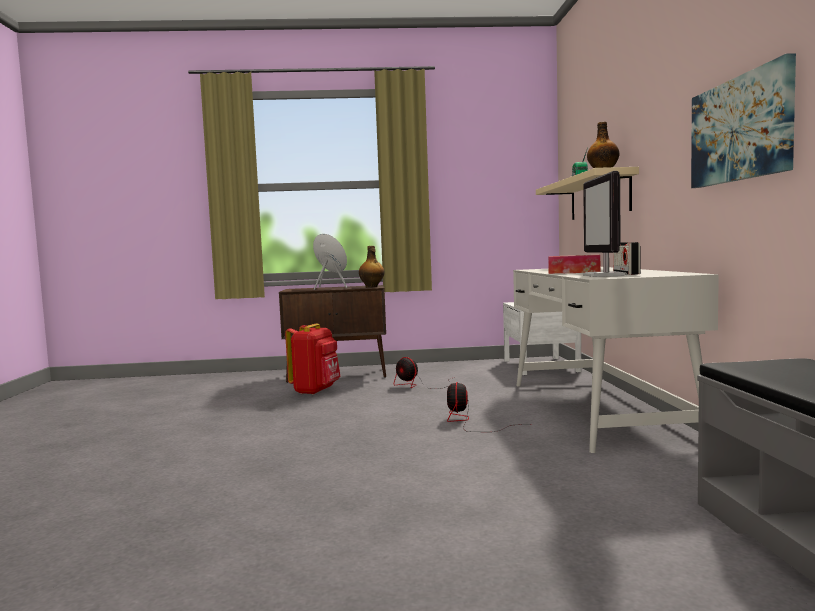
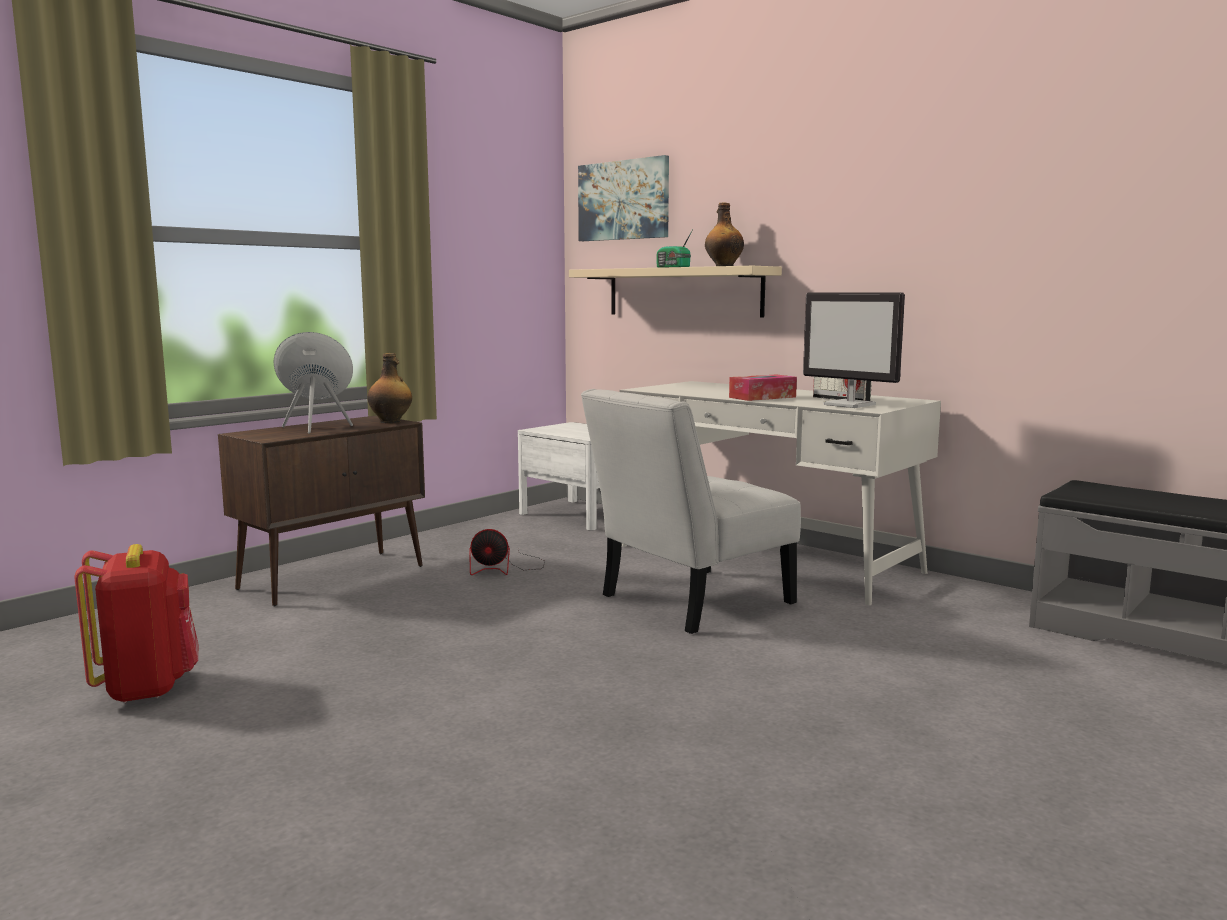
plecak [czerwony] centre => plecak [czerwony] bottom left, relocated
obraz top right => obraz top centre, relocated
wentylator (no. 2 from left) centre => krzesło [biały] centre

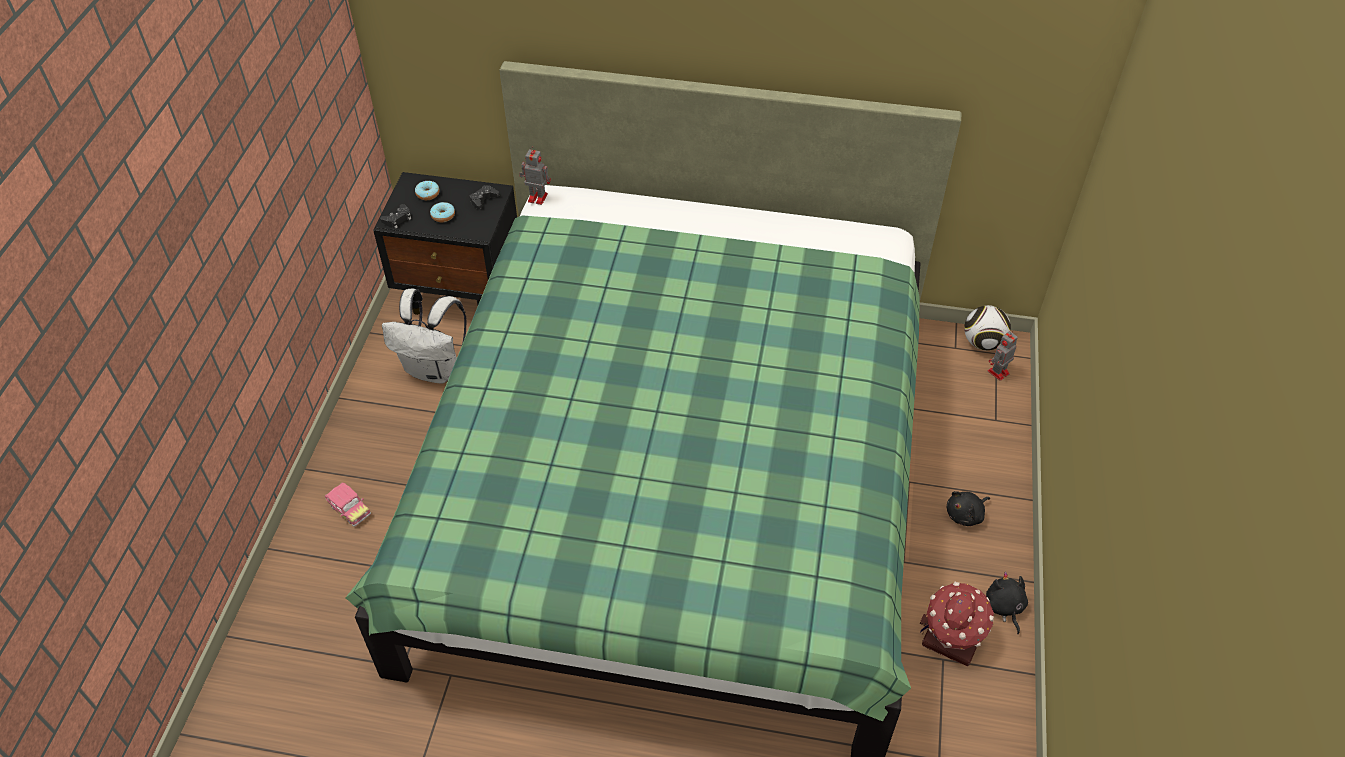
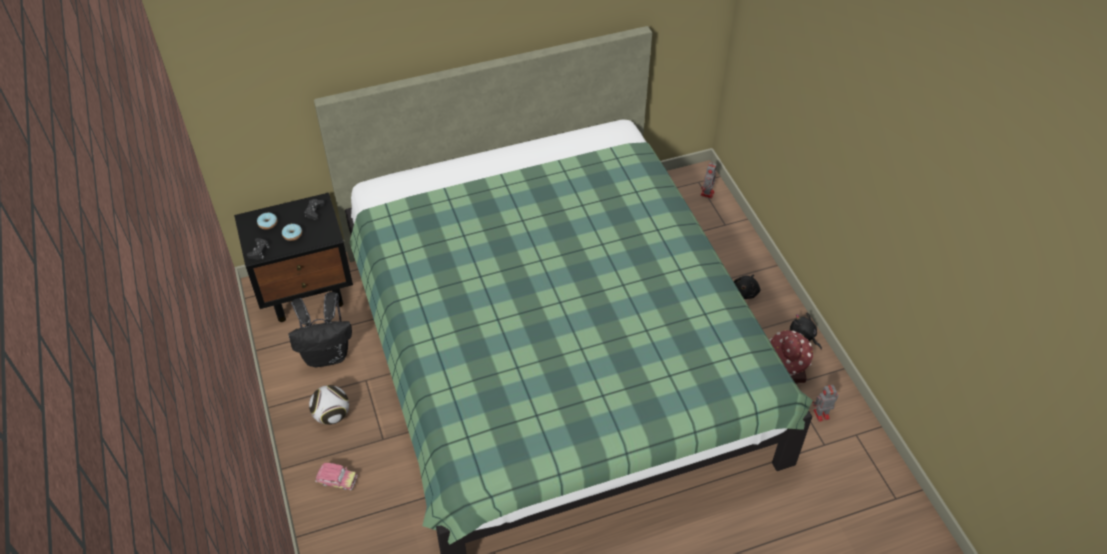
plecak [biały] middle left => plecak [czarny] middle left
piłka futbolowa middle right => piłka futbolowa bottom left, relocated
robot zabawkowy (no. 1 from left in the first image) top centre => robot zabawkowy (no. 2 from left) bottom right, relocated

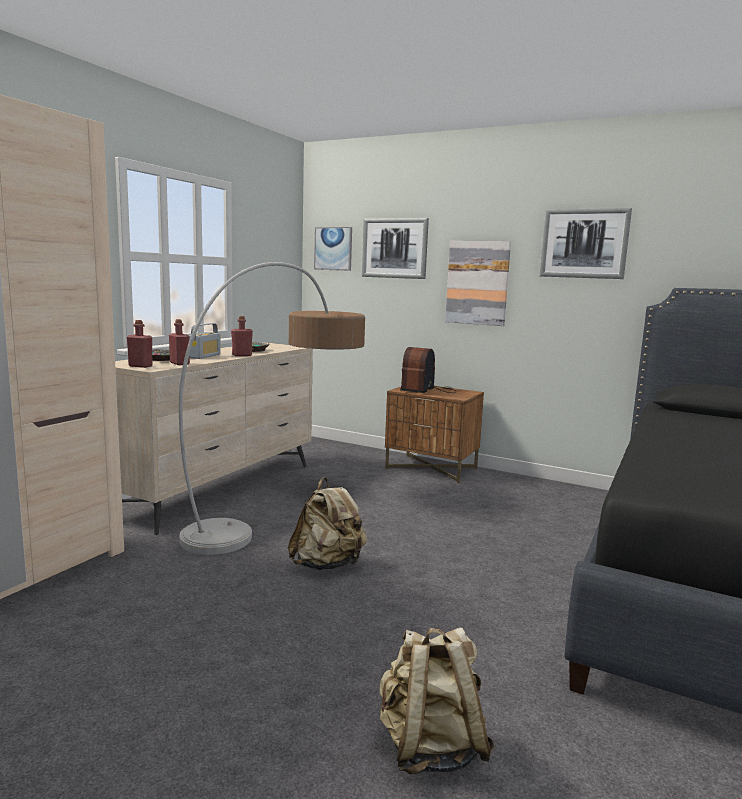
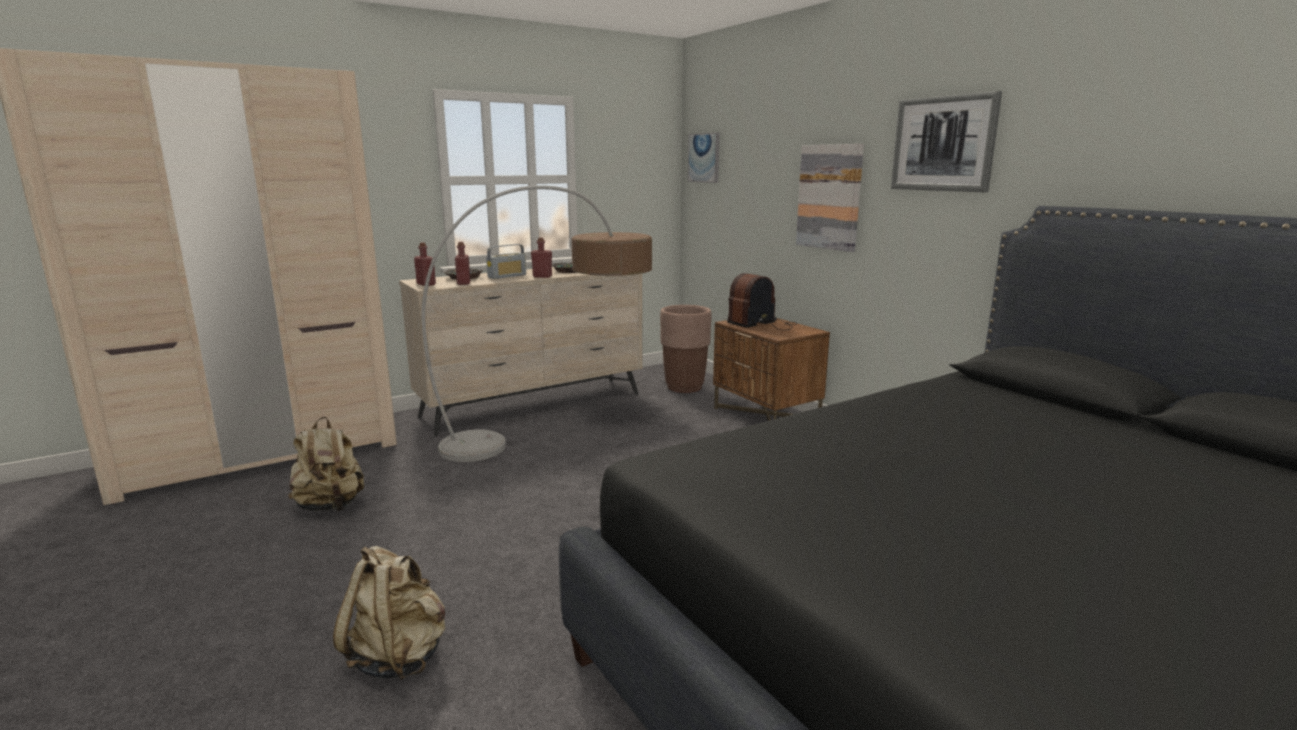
plecak [beżowy] (no. 1 from left) centre => plecak [beżowy] (no. 1 from left) middle left, relocated
nothing => donica [brązowy] centre
obraz (no. 2 from left) top centre => nothing

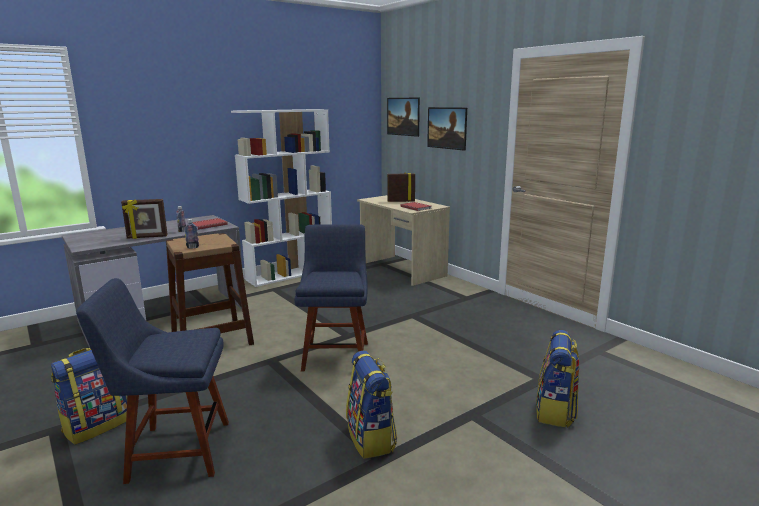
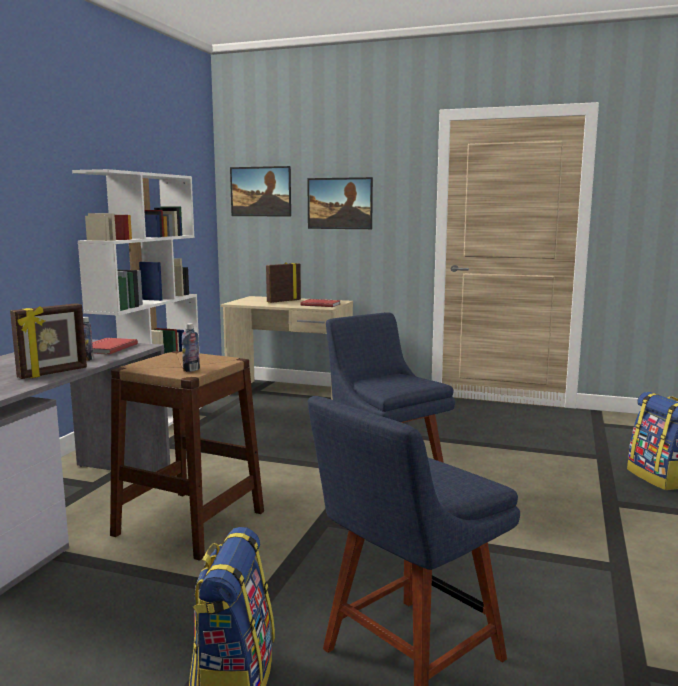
plecak (no. 2 from left) bottom centre => nothing

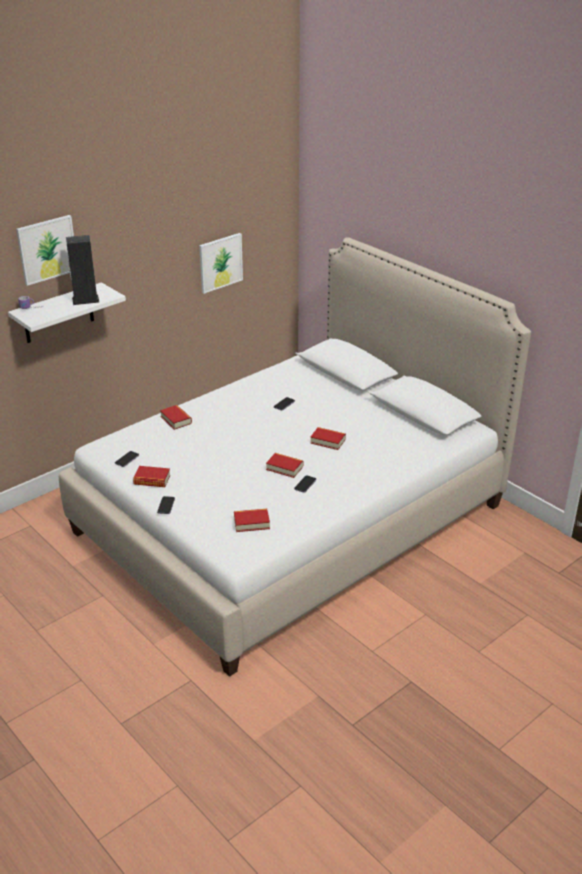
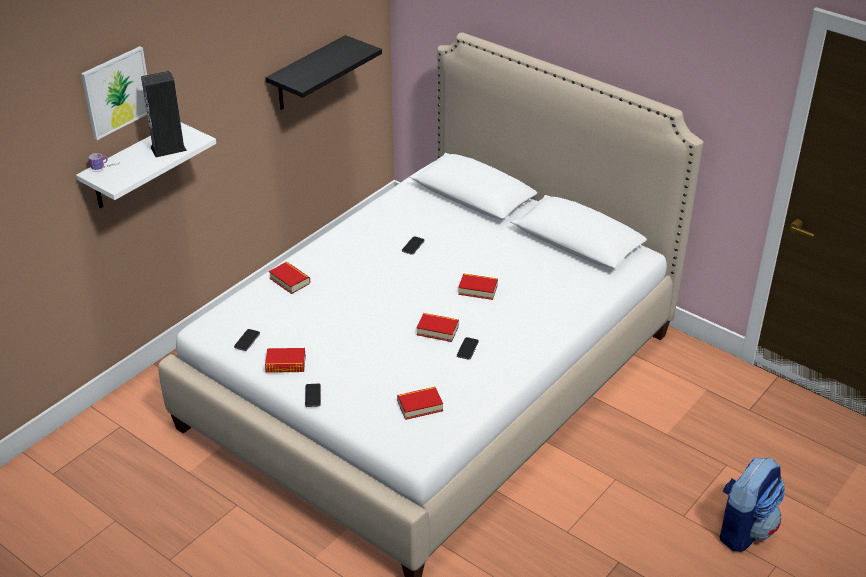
obraz (no. 2 from left) top centre => półka [czarny] top centre
nothing => plecak bottom right

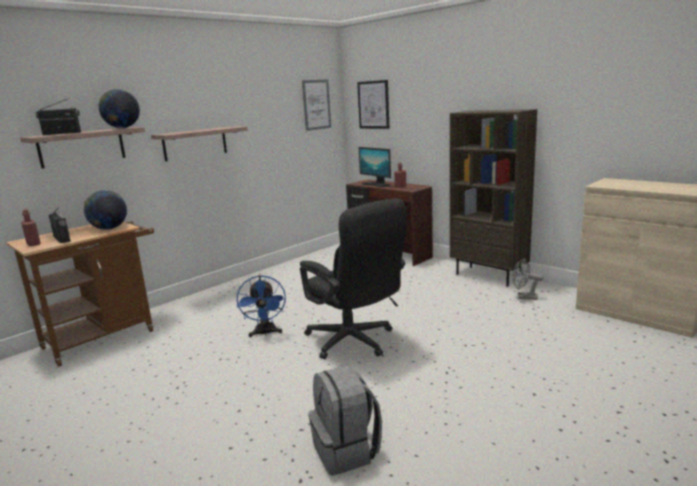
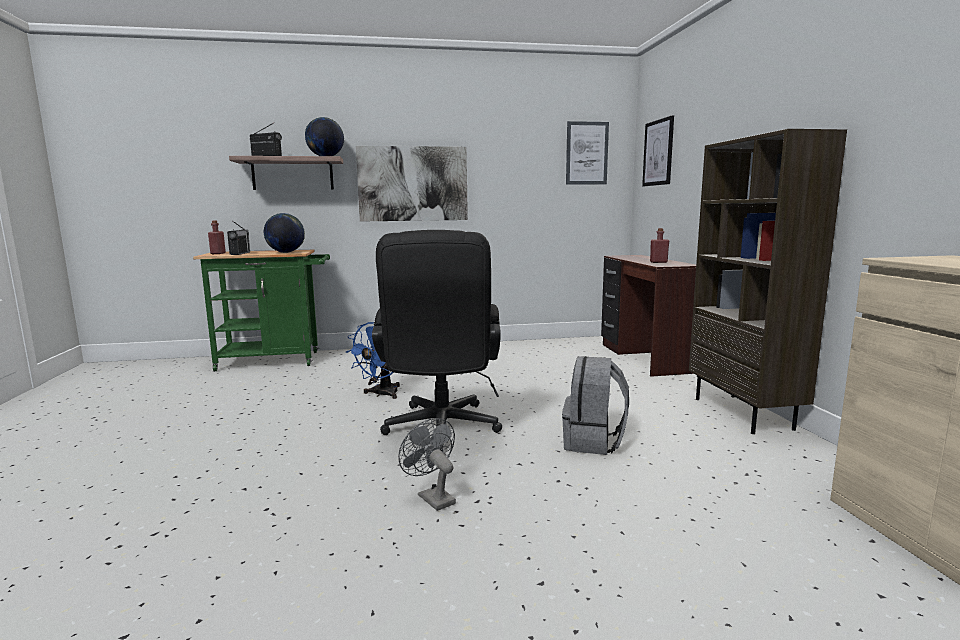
wózek [brązowy] middle left => wózek [zielony] middle left
półka (no. 2 from left) top left => obraz (no. 1 from left) top centre
wentylator [szary] middle right => wentylator [szary] bottom centre, relocated
plecak [szary] bottom centre => plecak [szary] centre, relocated
monitor centre => nothing

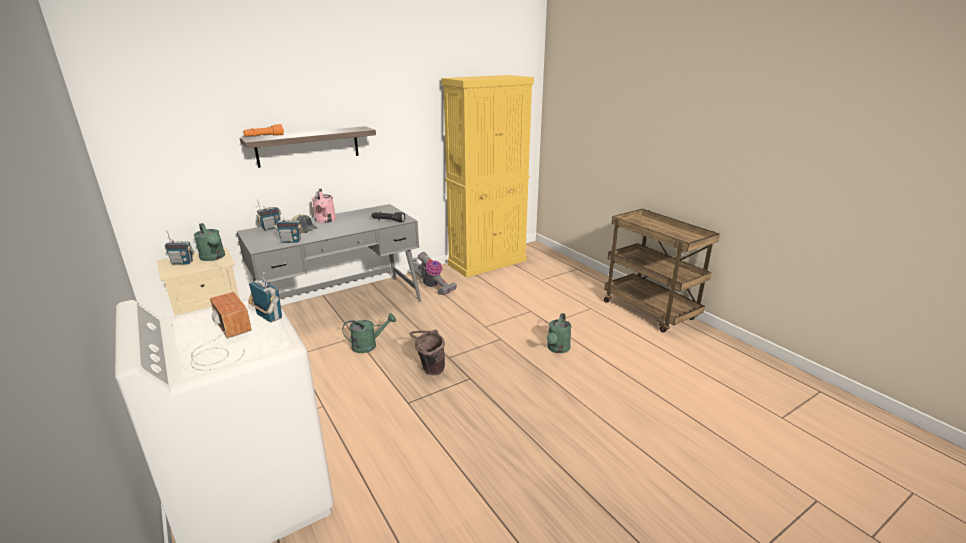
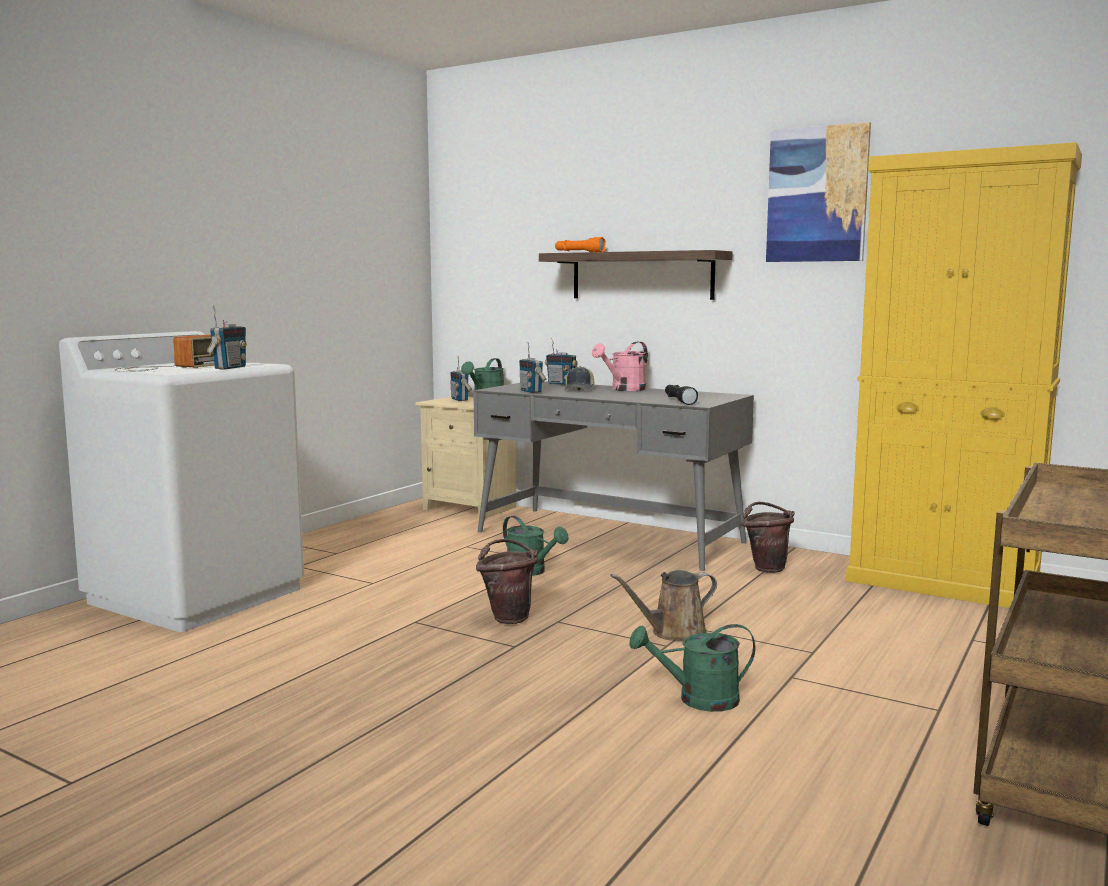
nothing => konewka [brązowy] bottom centre
odkurzacz centre => wiadro [brązowy] (no. 2 from left) middle right
nothing => obraz top right

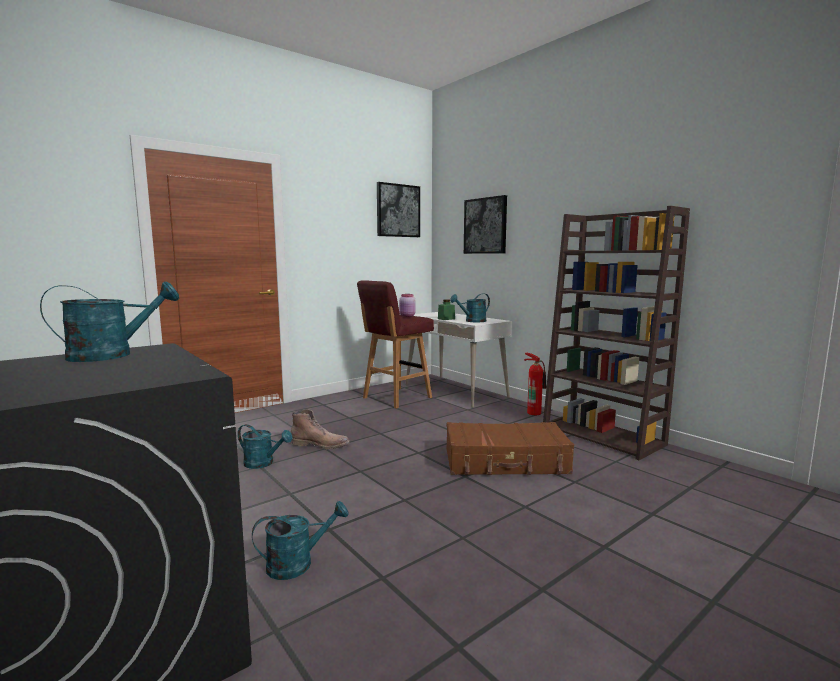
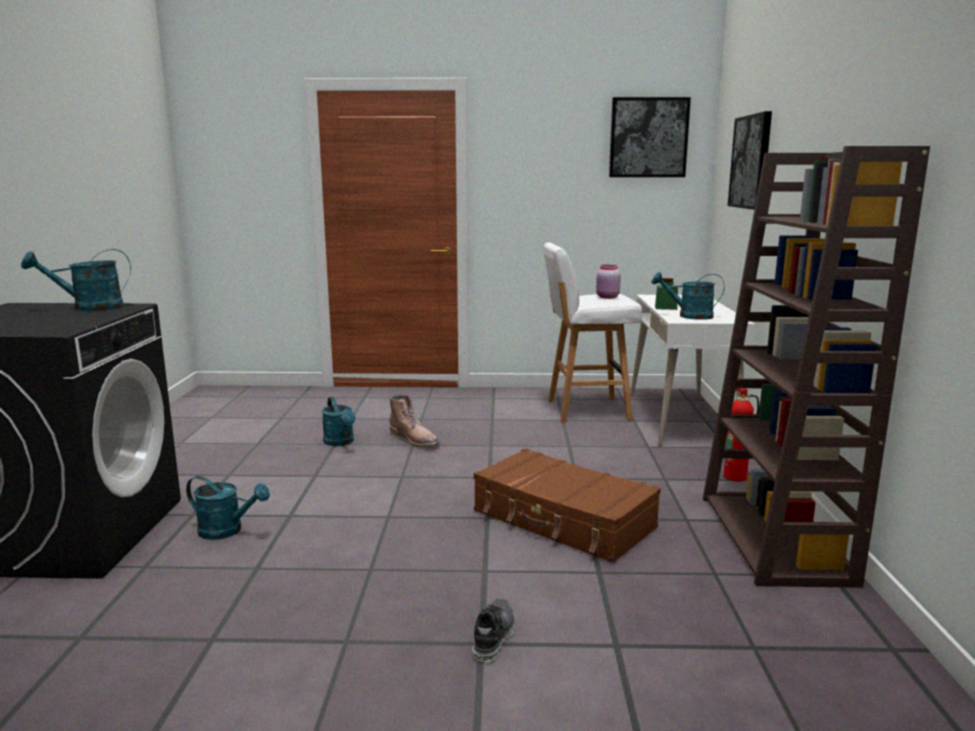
konewka [turkusowy] (no. 1 from left) middle left, 150 degrees clockwise
nothing => but bottom centre
stołek [czerwony] centre => stołek [biały] centre

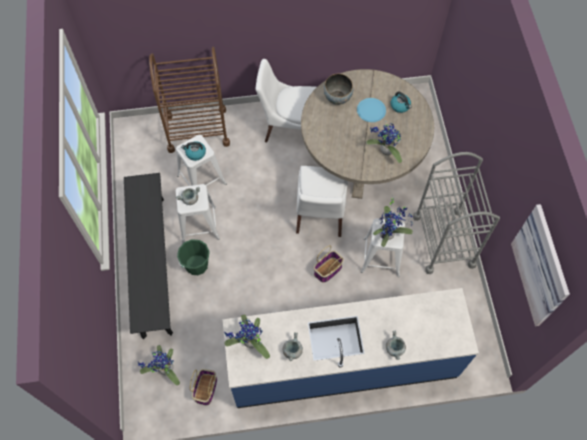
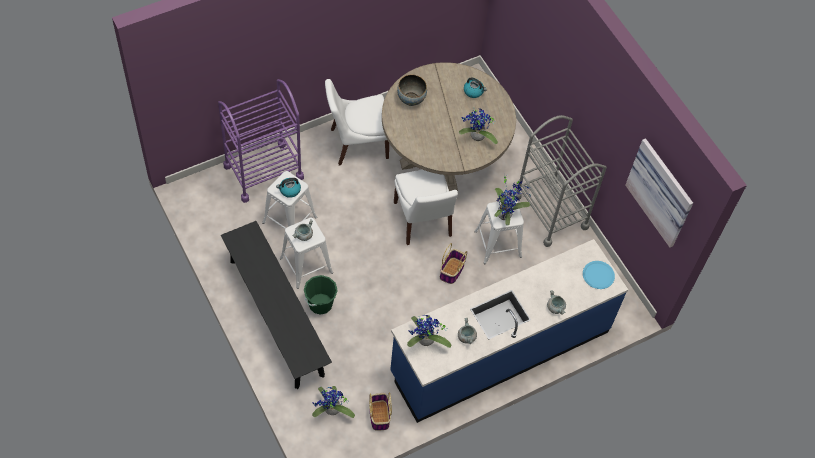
wózek [brązowy] top left => wózek [fioletowy] top left
talerz [niebieski] top centre => talerz [niebieski] middle right, relocated

